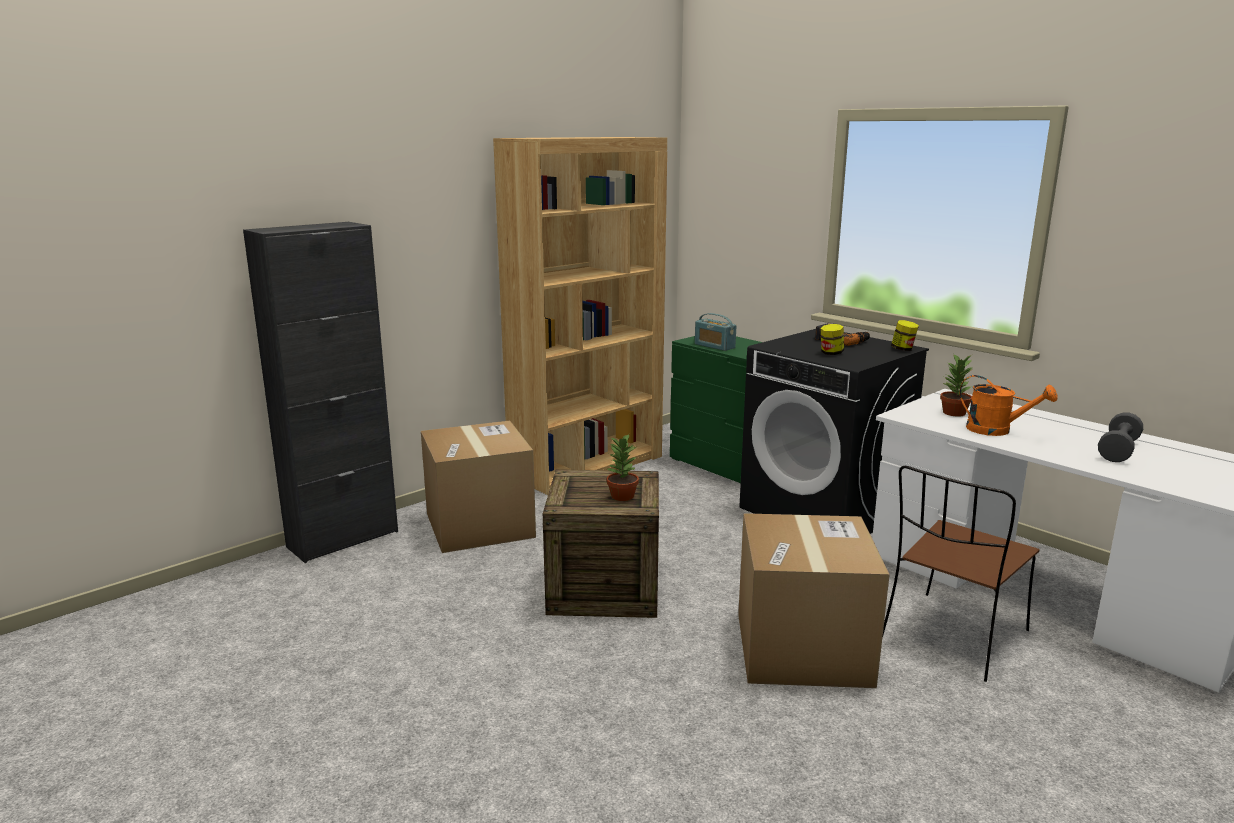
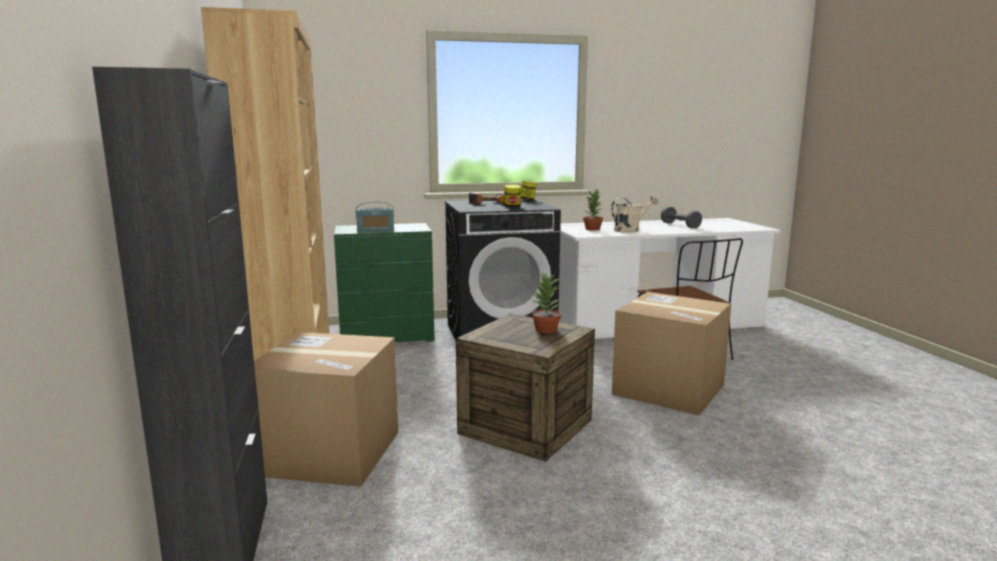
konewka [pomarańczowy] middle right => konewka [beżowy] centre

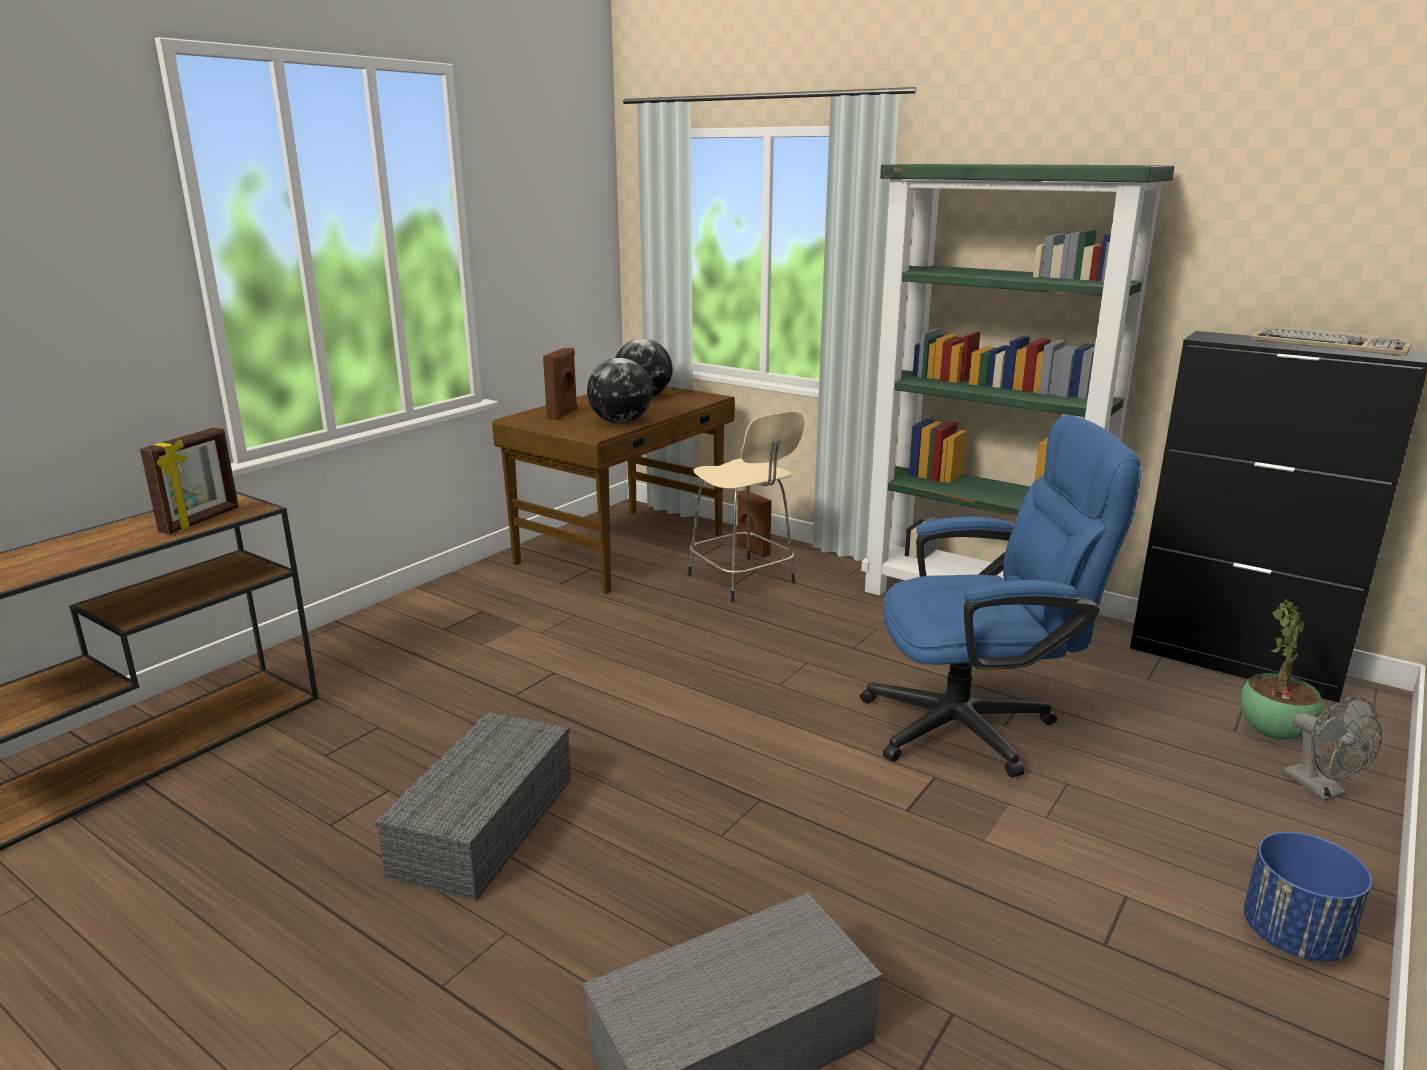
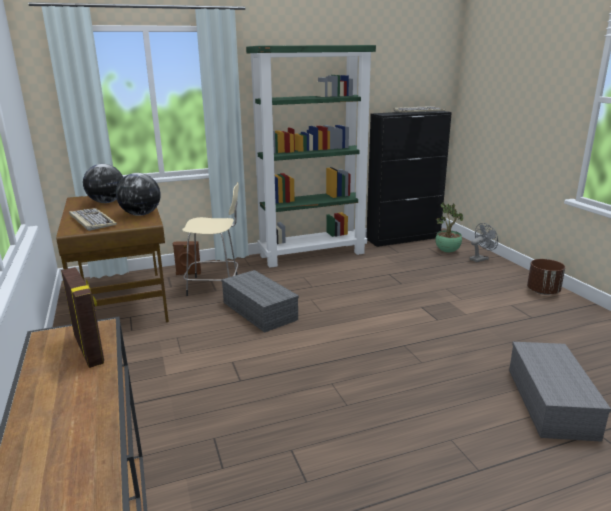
głośnik [brązowy] (no. 1 from left) centre => klawiatura (no. 1 from left) middle left
pojemnik do przechowywania [szary] (no. 1 from left) bottom left => pojemnik do przechowywania [szary] (no. 1 from left) centre, relocated
wentylator [szary] bottom right => wentylator [szary] middle right, 45 degrees counterclockwise
donica [niebieski] bottom right => donica [brązowy] middle right
krzesło biurowe [niebieski] middle right => nothing

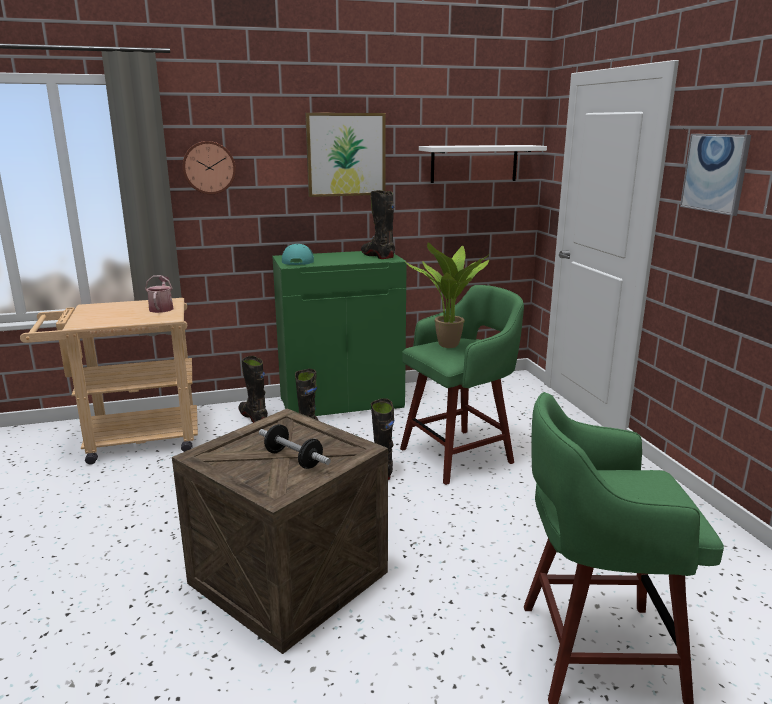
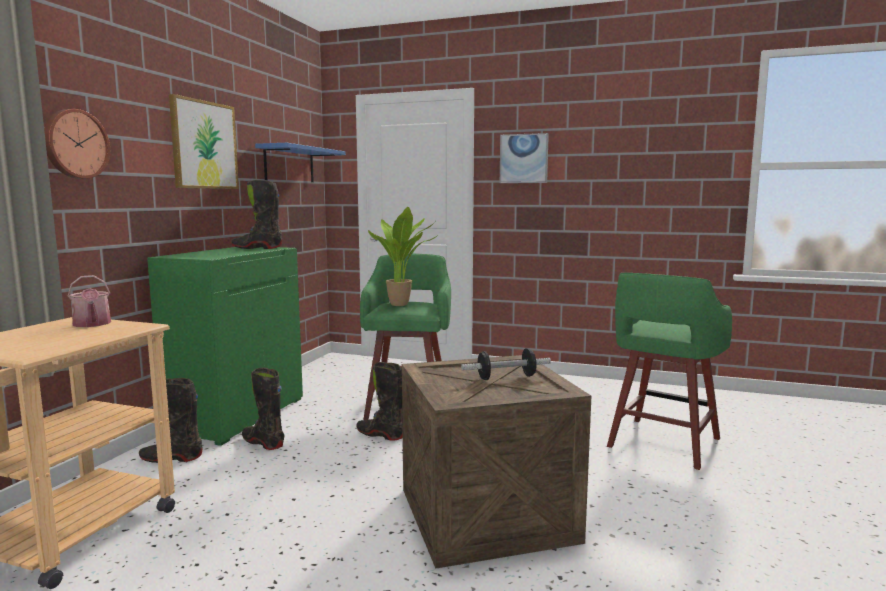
konewka middle left, 150 degrees counterclockwise
półka [biały] top centre => półka [niebieski] top centre
czapka z daszkiem [turkusowy] centre => nothing

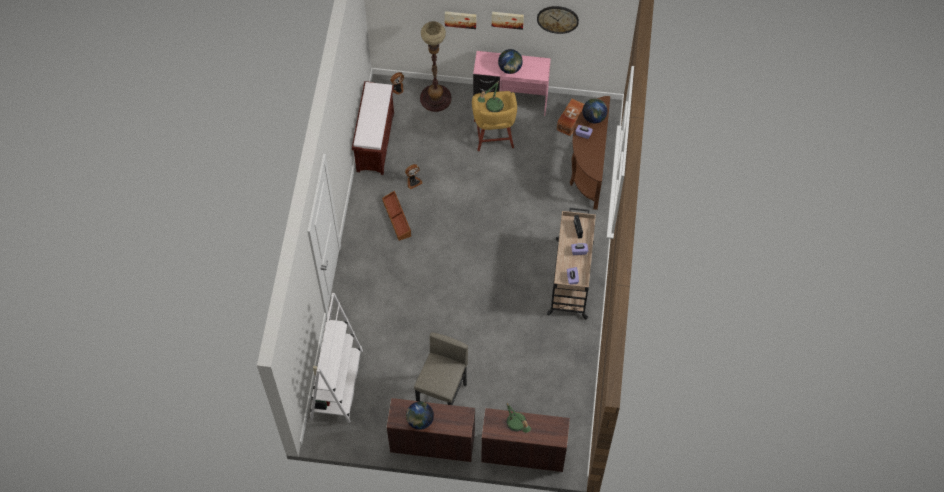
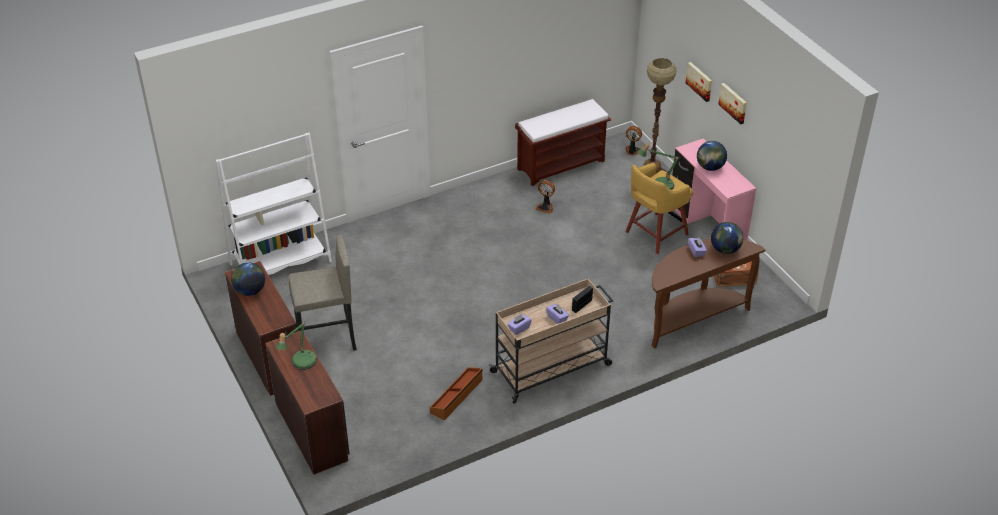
pojemnik do przechowywania [brązowy] (no. 1 from left) centre => pojemnik do przechowywania [brązowy] (no. 1 from left) bottom centre, relocated
zegar ścienny top centre => nothing

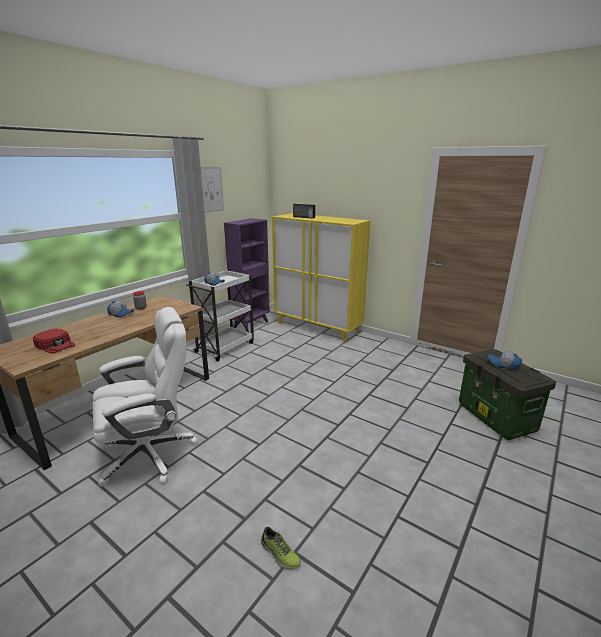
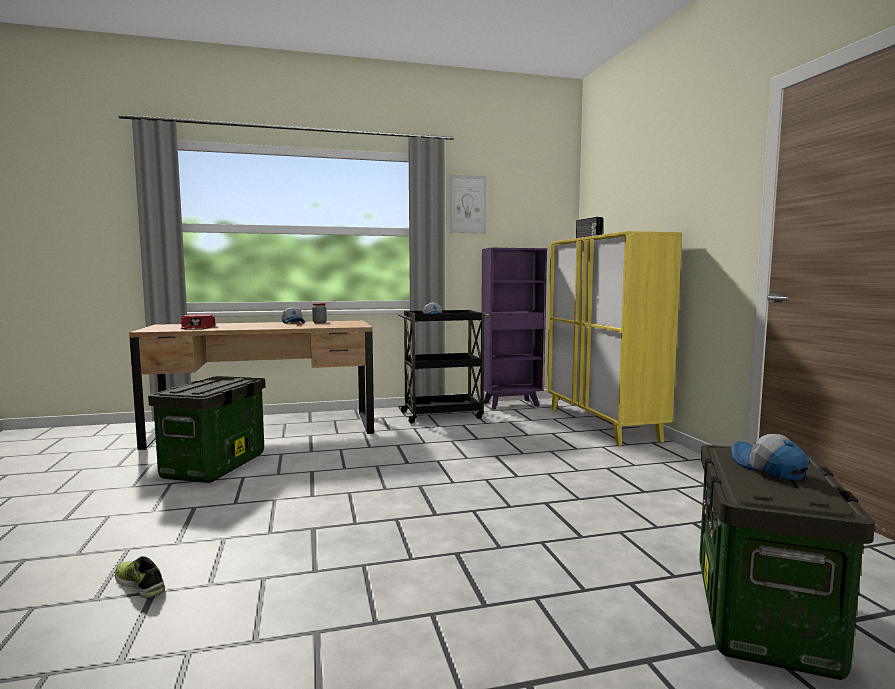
but bottom centre => but bottom left, 135 degrees clockwise
krzesło biurowe [biały] middle left => pojemnik do przechowywania (no. 1 from left) middle left
wózek [biały] centre => wózek [czarny] centre

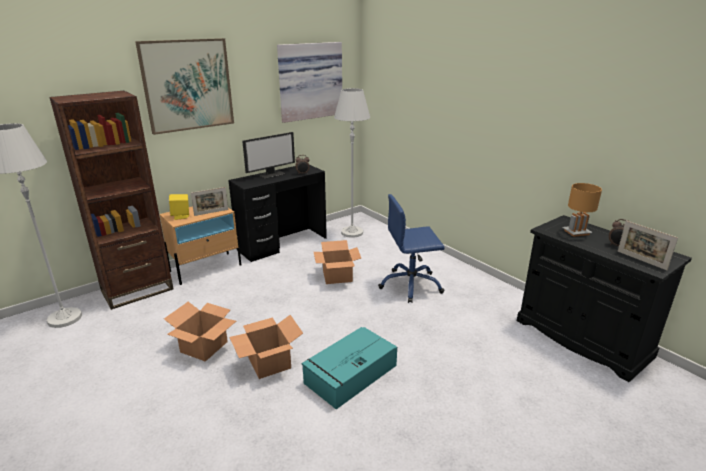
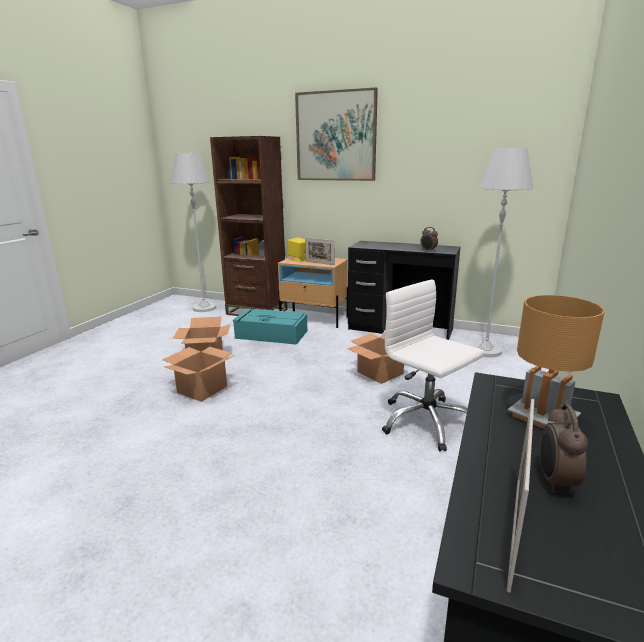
pojemnik do przechowywania [turkusowy] bottom centre => pojemnik do przechowywania [turkusowy] centre, relocated
krzesło biurowe [niebieski] centre => krzesło biurowe [biały] middle right
monitor top centre => nothing
obraz (no. 2 from left) top centre => nothing

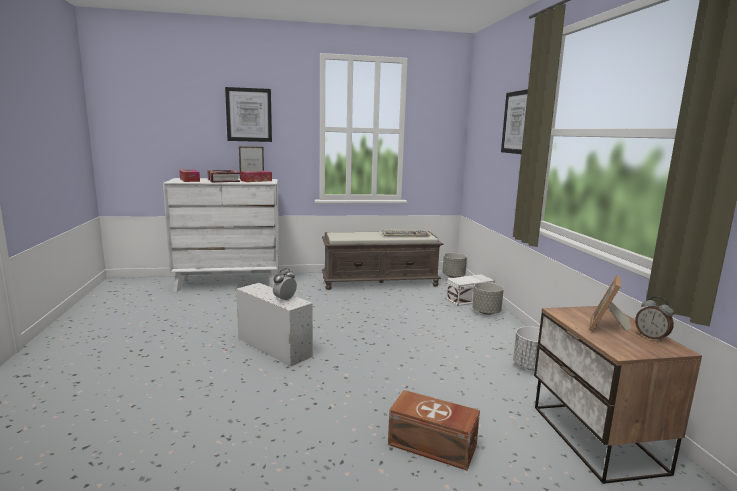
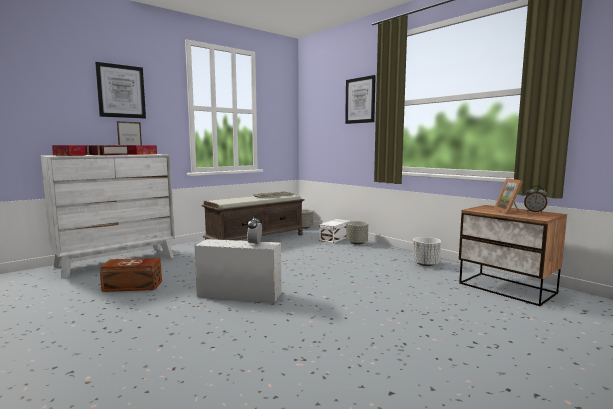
pojemnik do przechowywania [brązowy] bottom centre => pojemnik do przechowywania [brązowy] bottom left, relocated

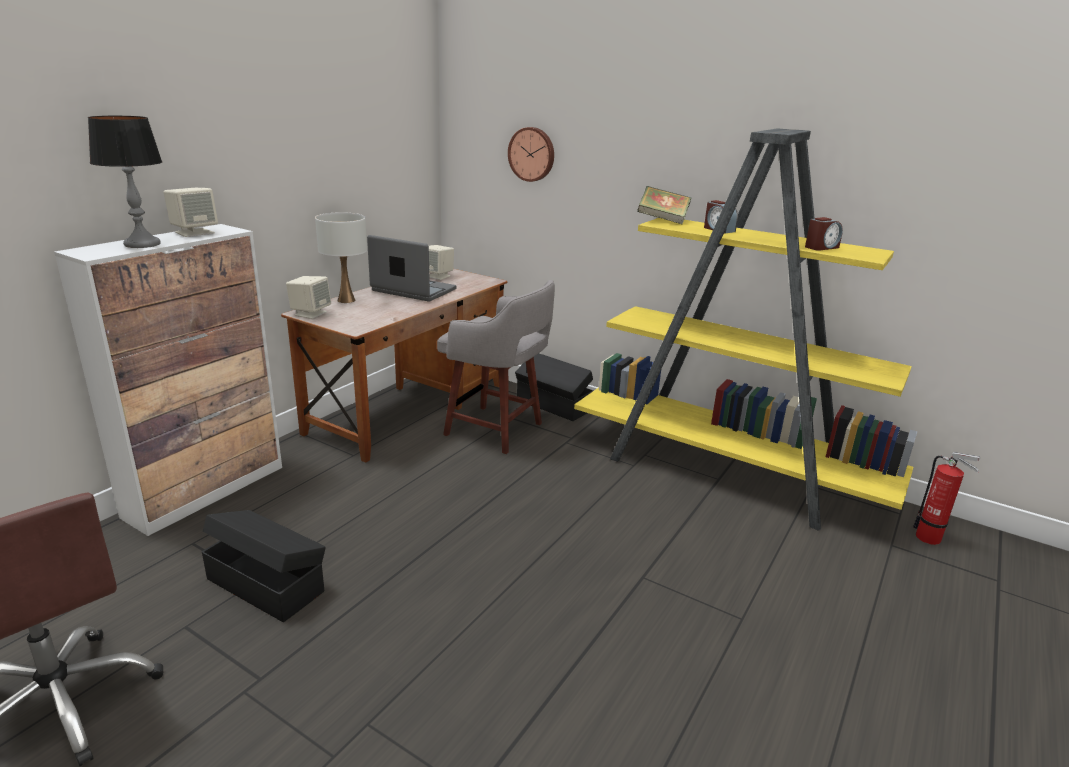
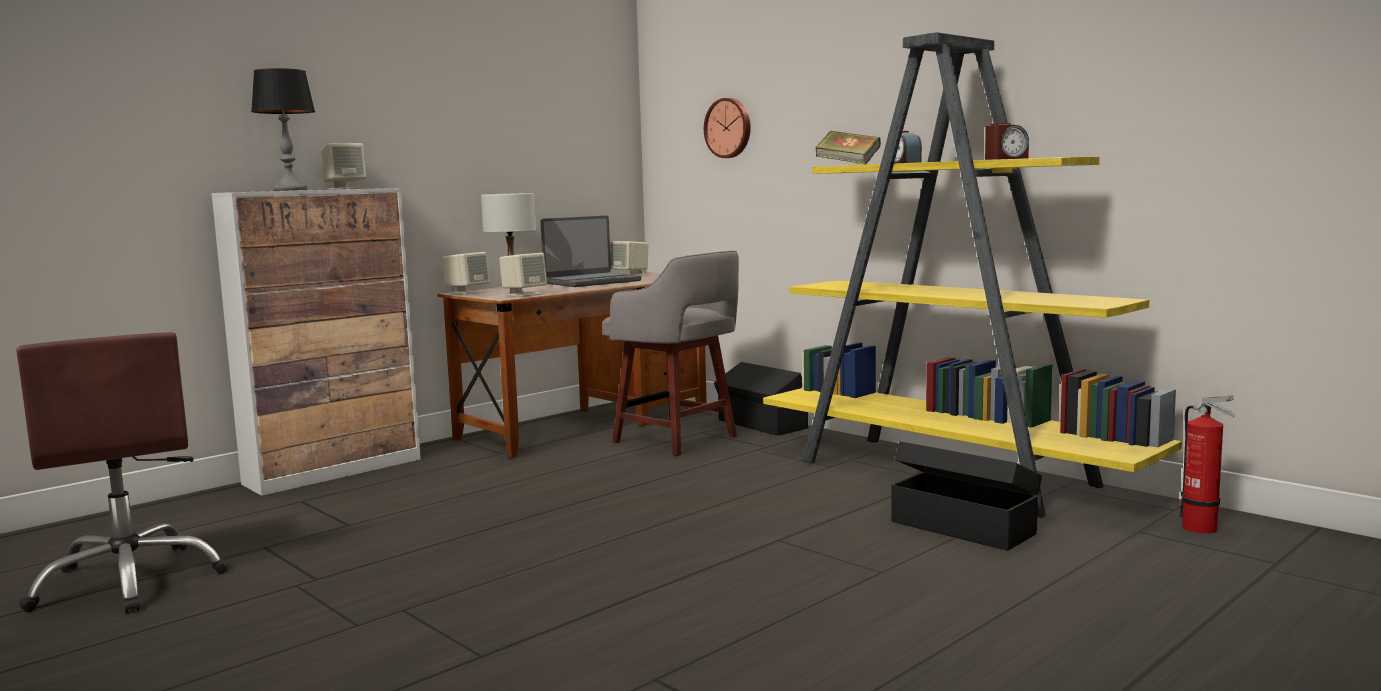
nothing => głośnik [beżowy] (no. 3 from left) centre
laptop centre, 105 degrees clockwise
pojemnik do przechowywania [czarny] (no. 1 from left in the first image) bottom left => pojemnik do przechowywania [czarny] (no. 2 from left) bottom right, relocated

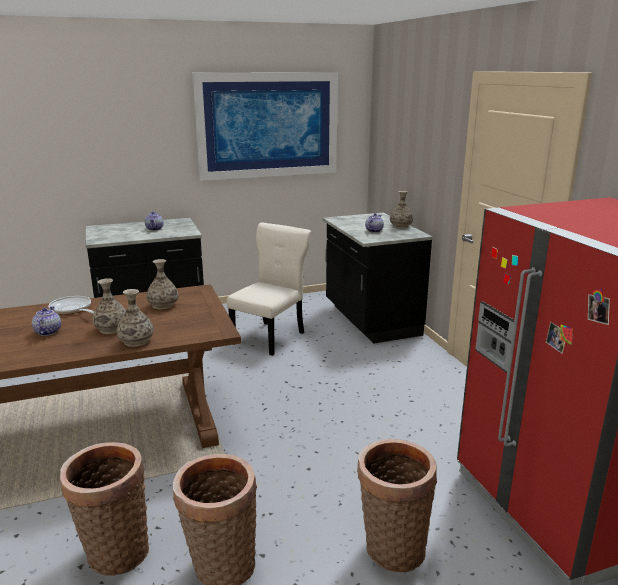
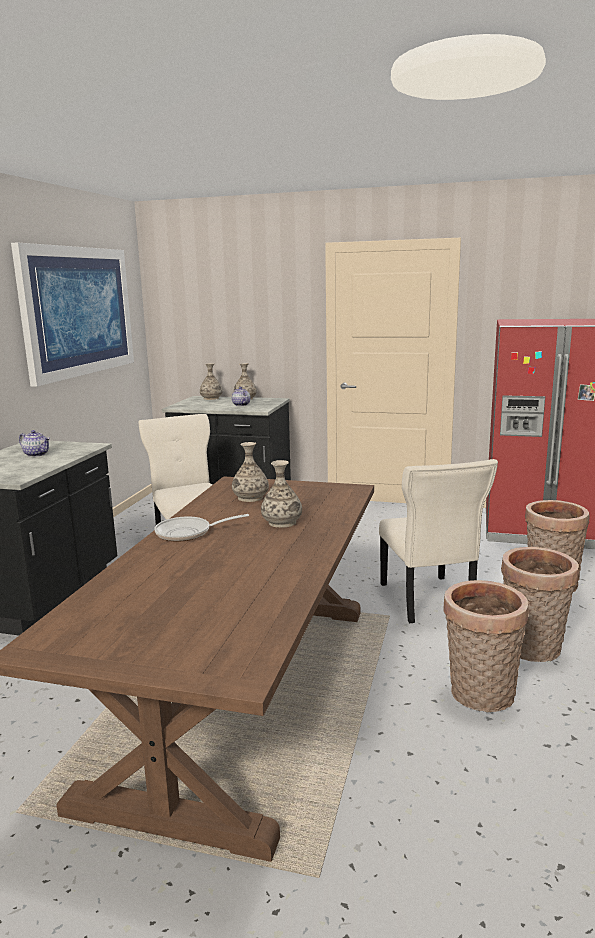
wazon (no. 2 from left in the first image) middle left => wazon (no. 1 from left) centre, relocated
nothing => krzesło [beżowy] (no. 2 from left) middle right
imbryk (no. 1 from left) middle left => nothing

